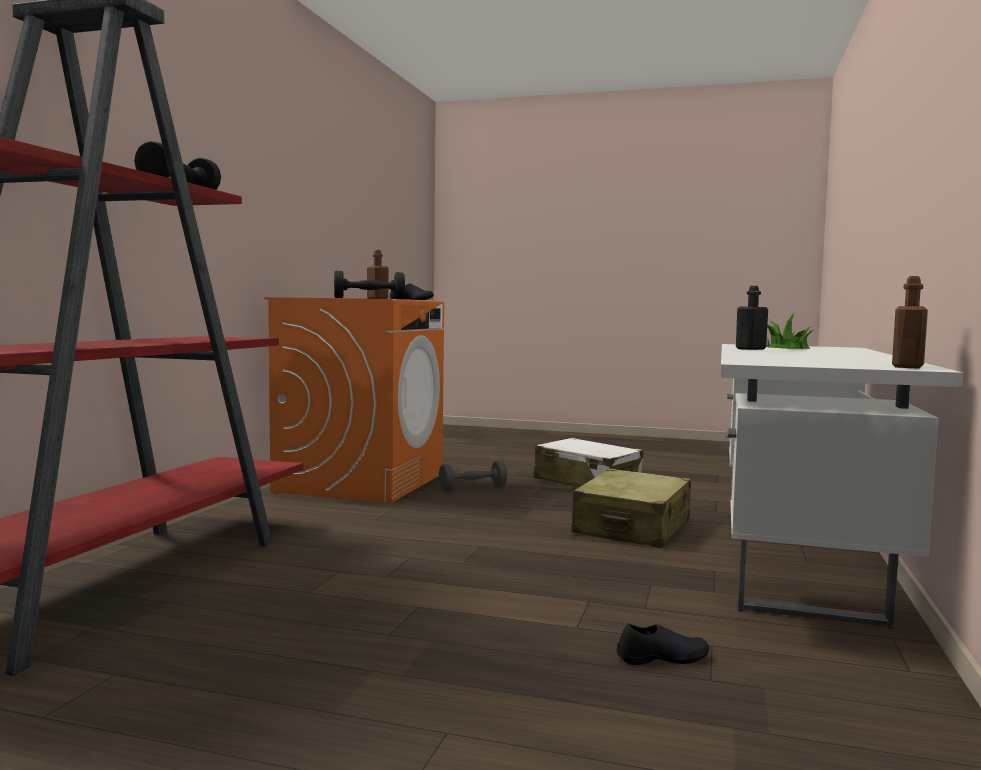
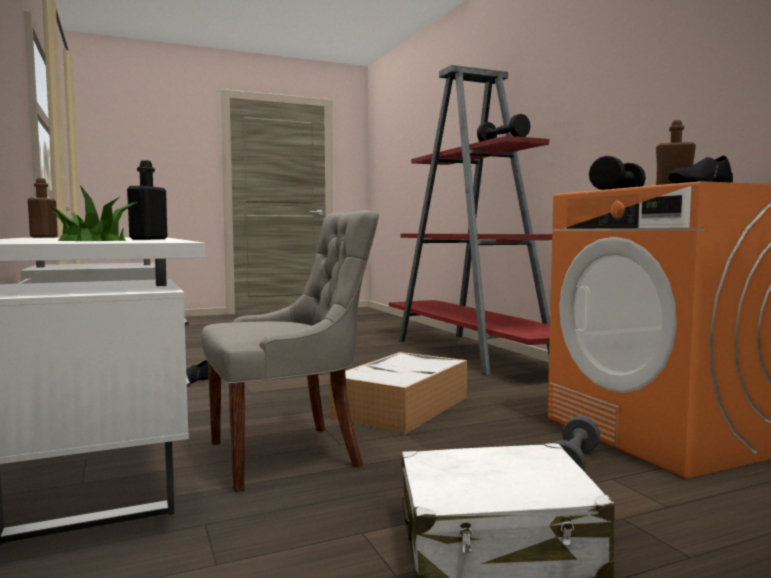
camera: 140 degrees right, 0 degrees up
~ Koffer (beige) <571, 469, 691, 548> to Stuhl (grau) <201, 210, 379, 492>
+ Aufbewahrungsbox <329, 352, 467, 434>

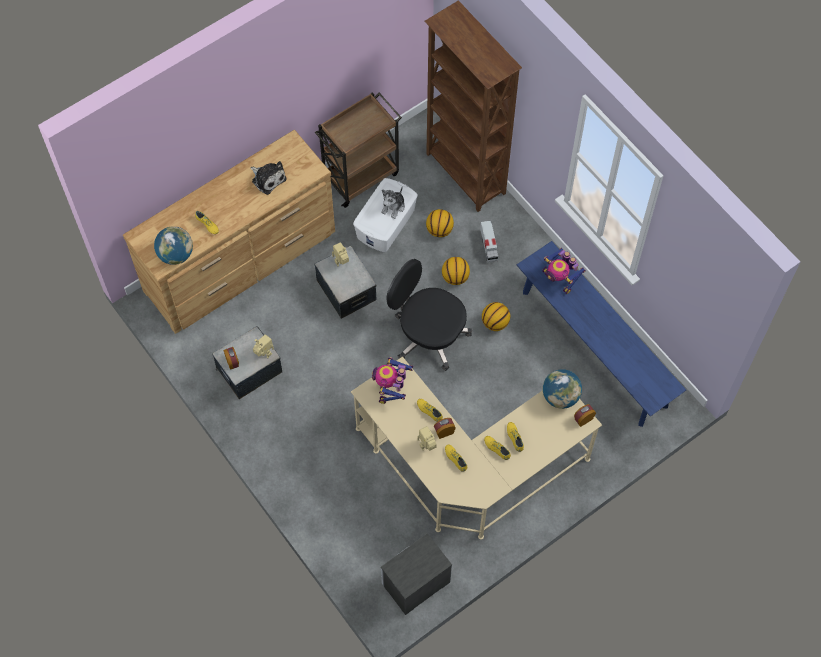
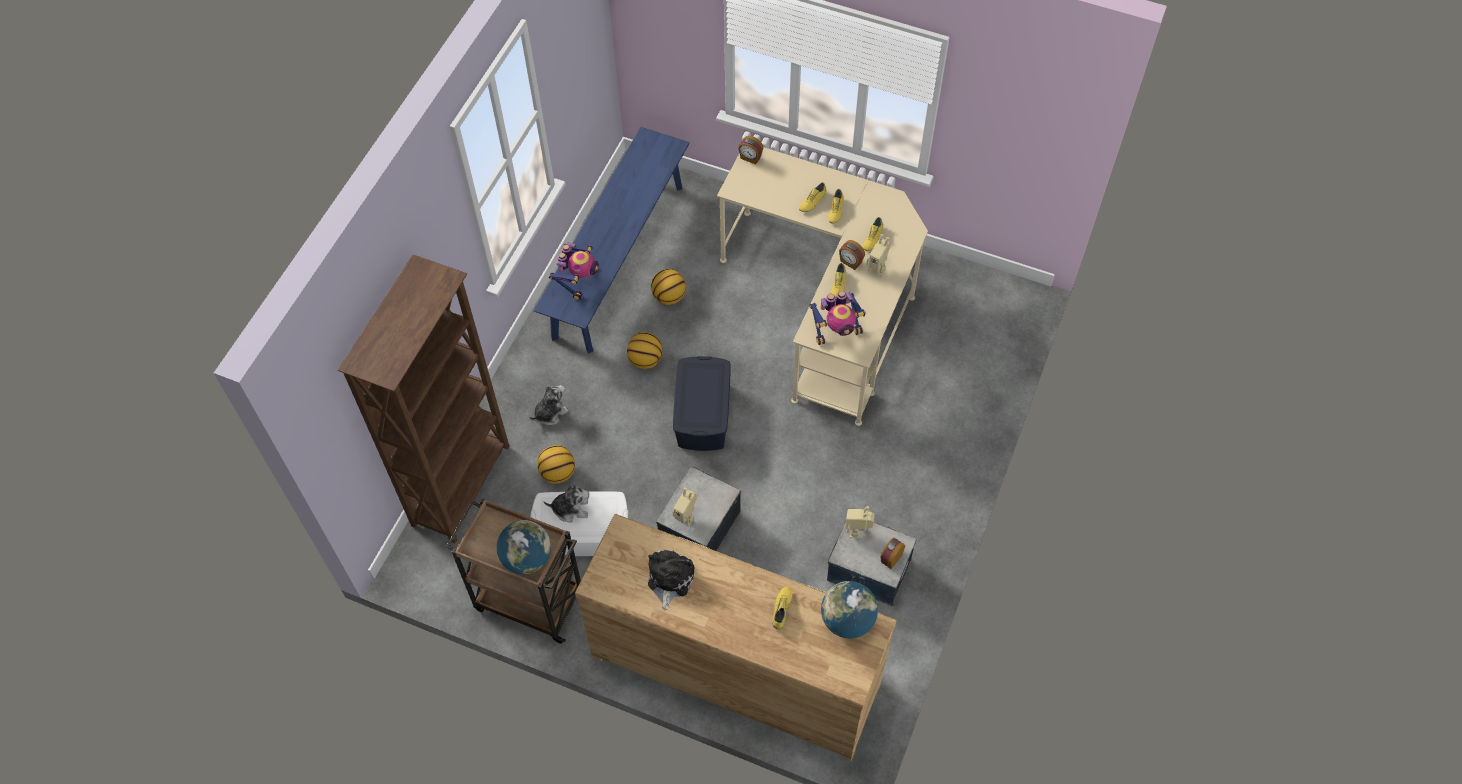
camera: 120 degrees left, 5 degrees down
- Nachttisch <381, 533, 452, 615>
~ Bürostuhl (schwarz) <386, 259, 472, 371> to Aufbewahrungsbox (blau) <673, 356, 731, 451>
~ Basketball <442, 257, 470, 285> to <651, 269, 686, 305>
~ Spielzeuglaster <480, 221, 498, 263> to Plüschtier <529, 385, 569, 425>
~ Globus <543, 369, 582, 409> to <497, 520, 551, 574>

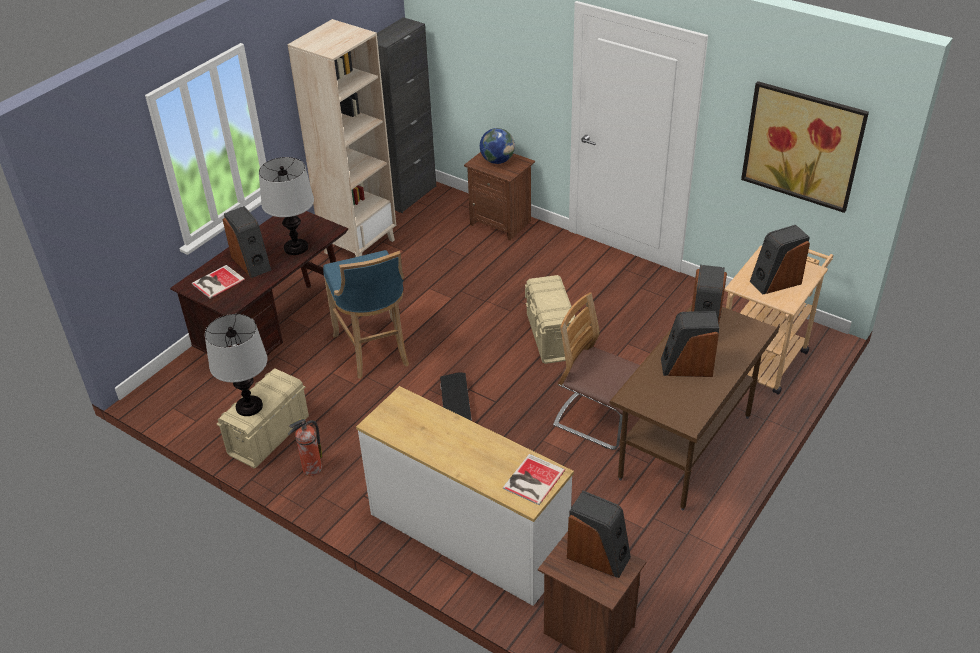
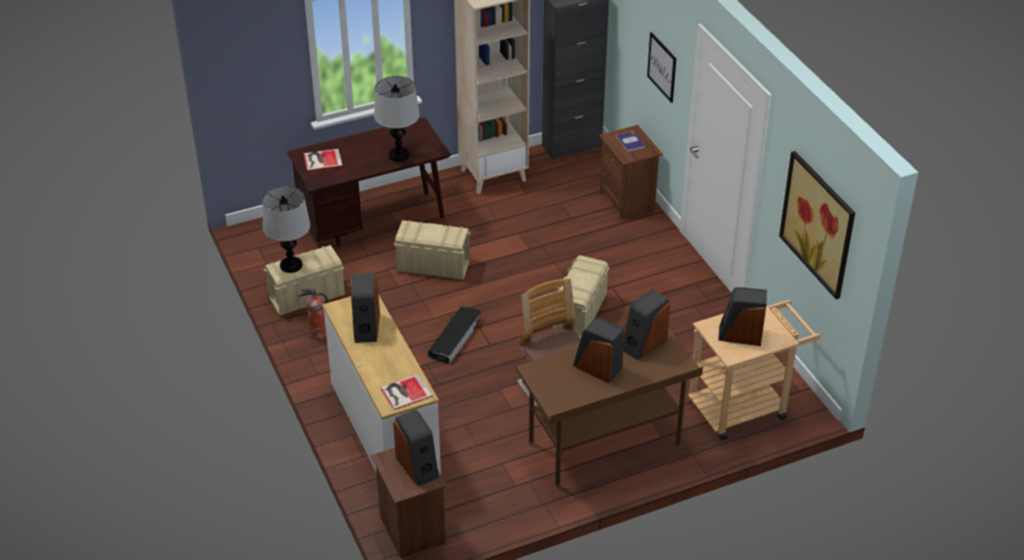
camera: 30 degrees right, 0 degrees up
~ Lautsprecher <223, 206, 271, 278> to <350, 273, 380, 343>
~ Hocker (blau) <323, 250, 409, 379> to Aufbewahrungsbox (beige) <394, 220, 471, 280>
~ Globus <480, 128, 515, 164> to Buch <615, 131, 645, 152>
+ Bild <647, 32, 676, 103>

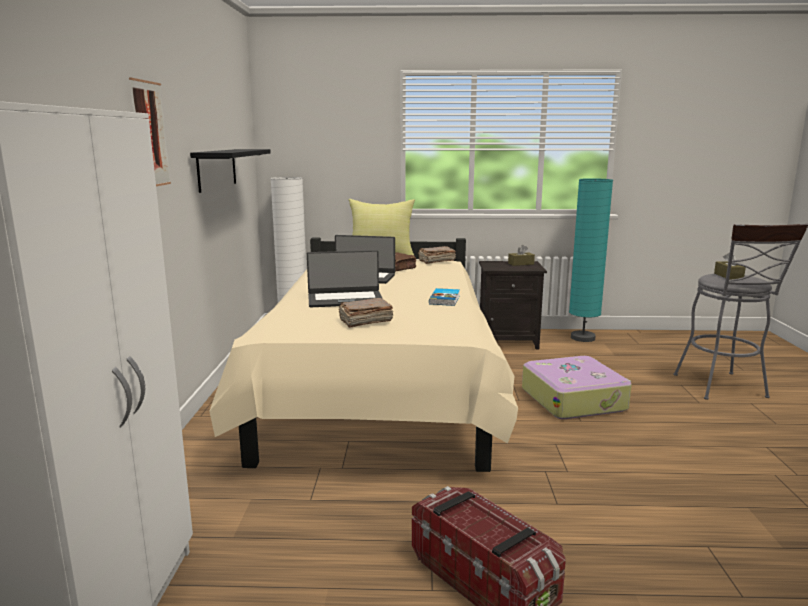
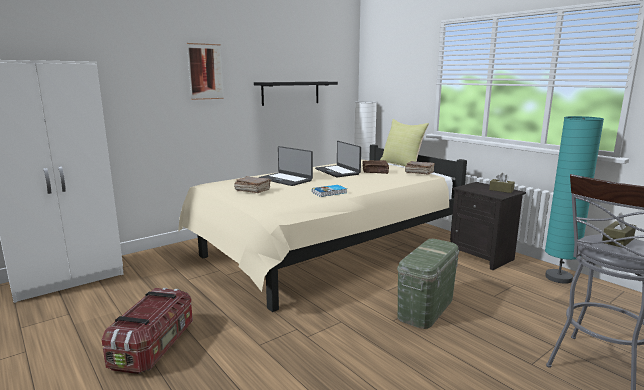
camera: 50 degrees right, 0 degrees up
~ Koffer <522, 356, 632, 419> to Aufbewahrungsbox (grün) <397, 239, 459, 329>

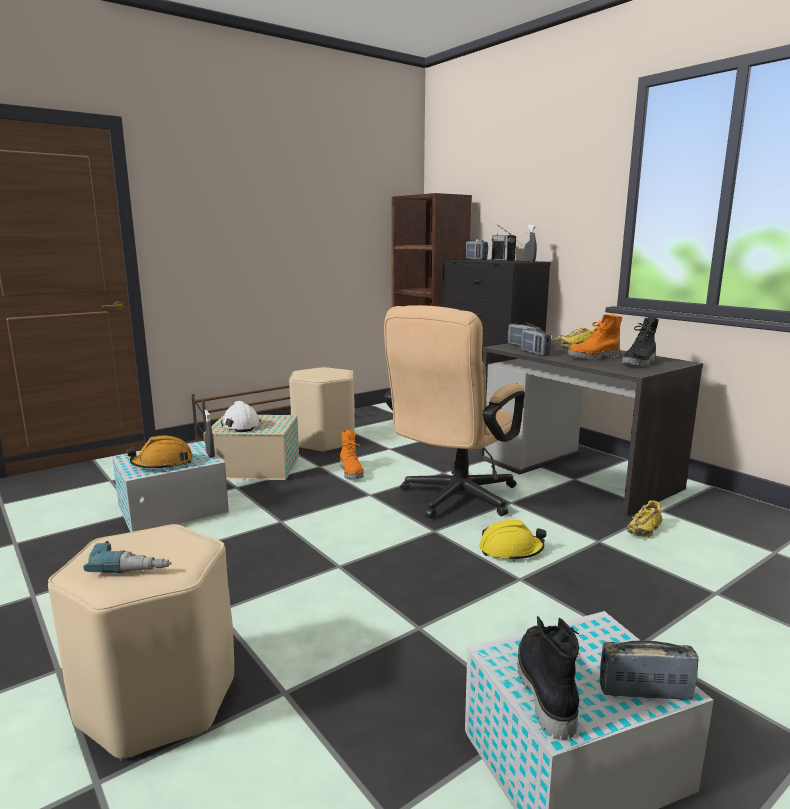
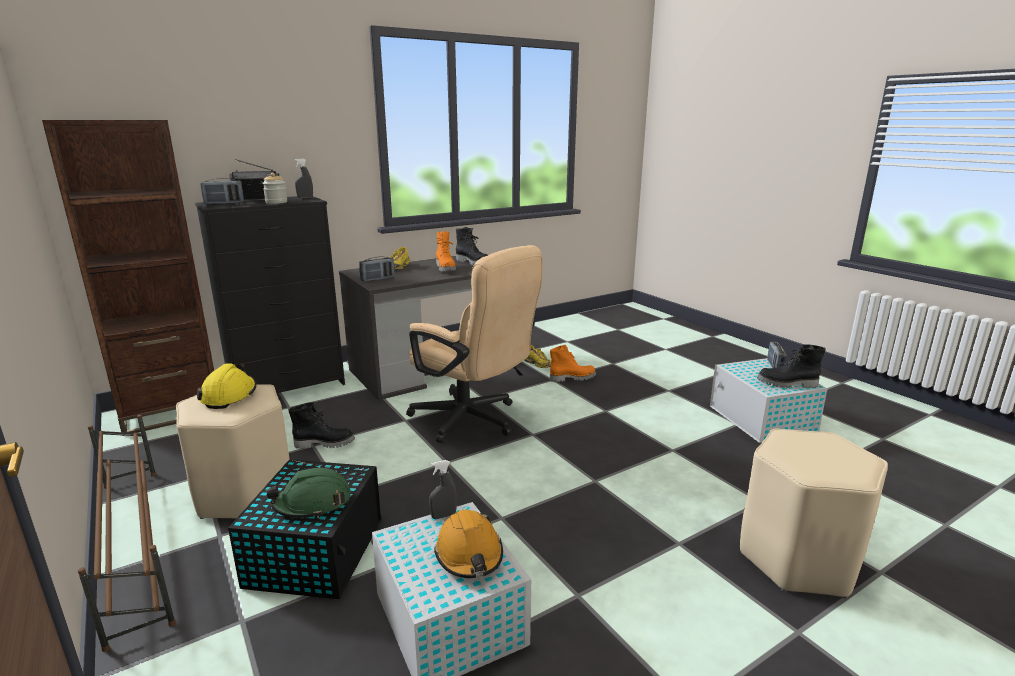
camera: 85 degrees left, 5 degrees up
- Bohrmaschine <84, 541, 172, 573>
~ Aufbewahrungsbox (beige) <203, 414, 299, 480> to Aufbewahrungsbox (schwarz) <228, 459, 381, 599>
~ Schutzhelm (weiß) <221, 401, 261, 432> to Schutzhelm (grün) <266, 468, 351, 518>
~ Stiefel (orange) <340, 430, 364, 479> to <550, 345, 596, 382>
~ Schutzhelm (gelb) <479, 520, 546, 562> to <197, 364, 257, 409>
- Radio <521, 328, 551, 356>
+ Vorratsglas <262, 173, 287, 204>
+ Stiefel (schwarz) <288, 402, 355, 449>

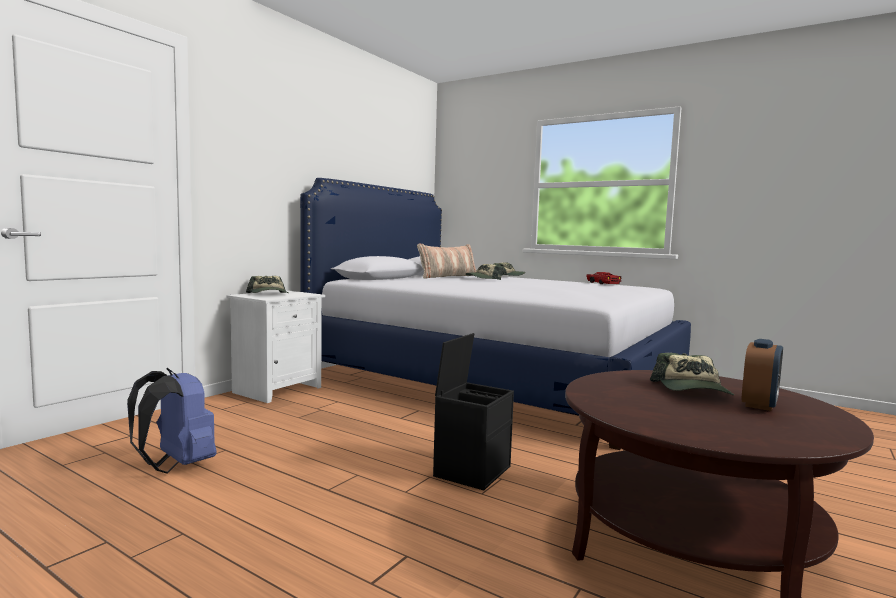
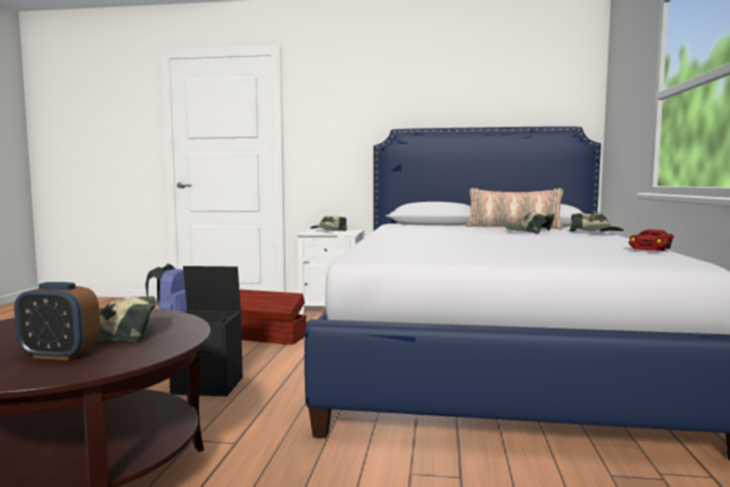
camera: 65 degrees right, 0 degrees up
+ Aufbewahrungsbox (braun) <239, 290, 306, 345>

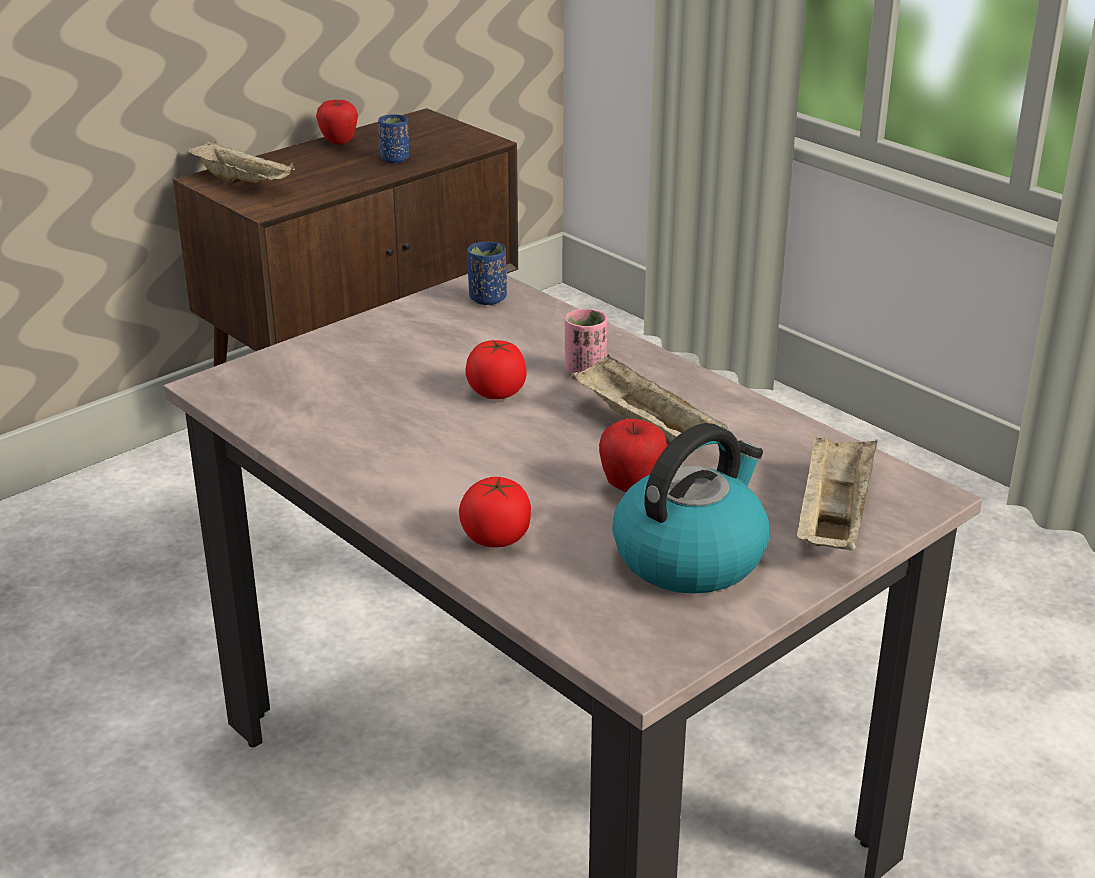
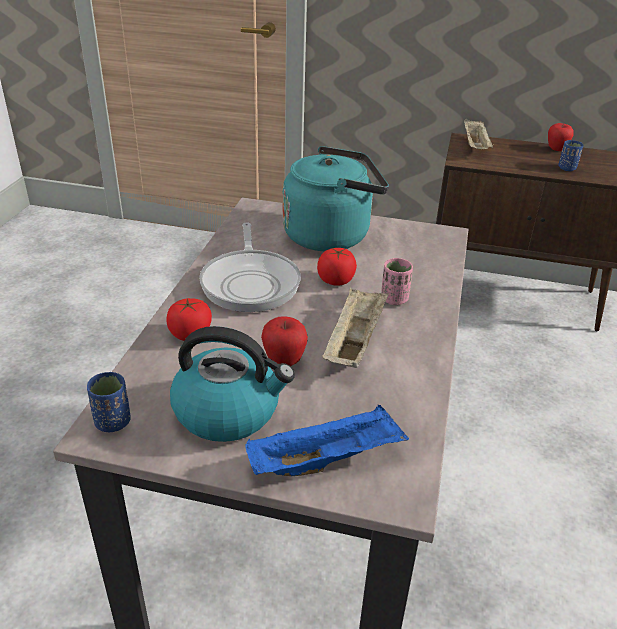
camera: 55 degrees right, 5 degrees up
~ Tasse (blau) <467, 242, 507, 305> to <87, 372, 131, 432>
~ Tablett (beige) <796, 434, 877, 551> to Tablett (blau) <245, 405, 409, 476>
+ Pfanne <199, 222, 301, 312>
+ Wasserkessel (türkis) <282, 146, 389, 251>

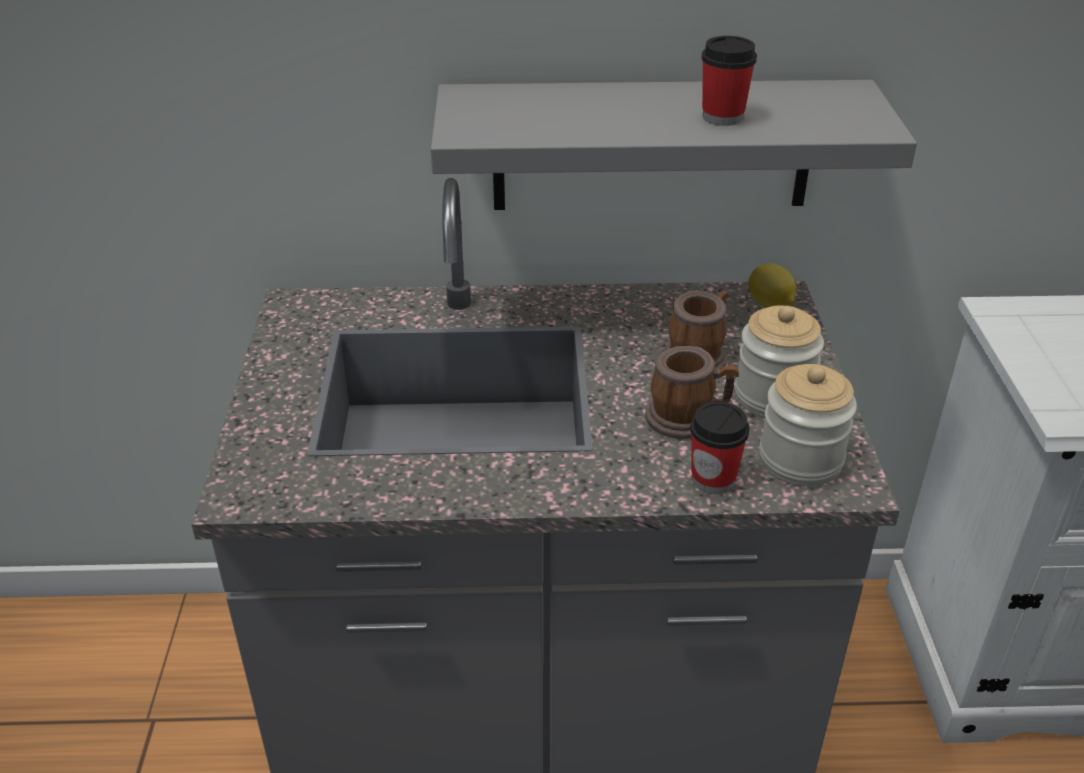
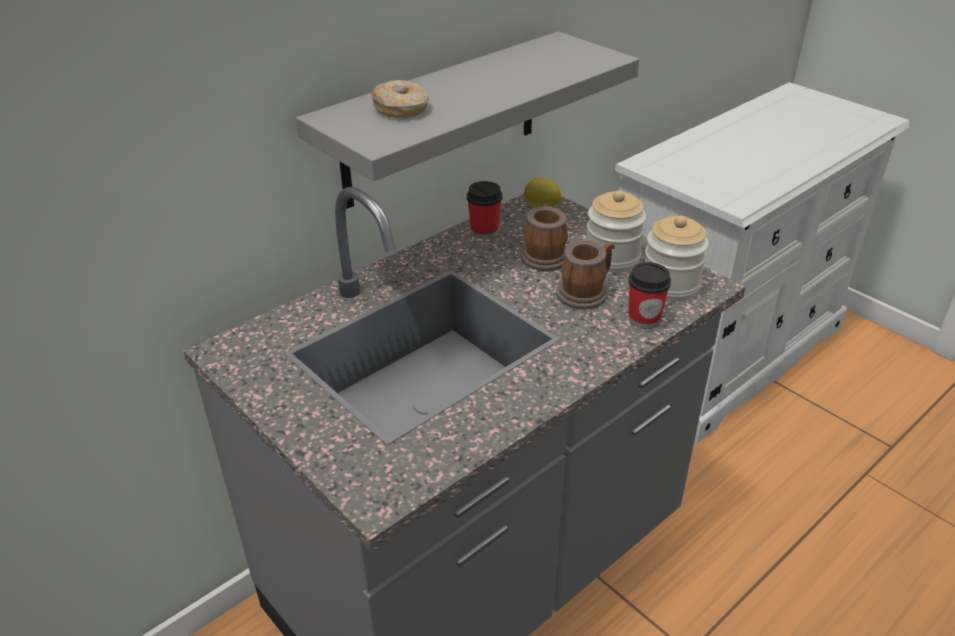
camera: 40 degrees left, 0 degrees up
~ Tasse <701, 36, 757, 126> to <467, 181, 502, 239>
+ Donut <371, 80, 429, 118>

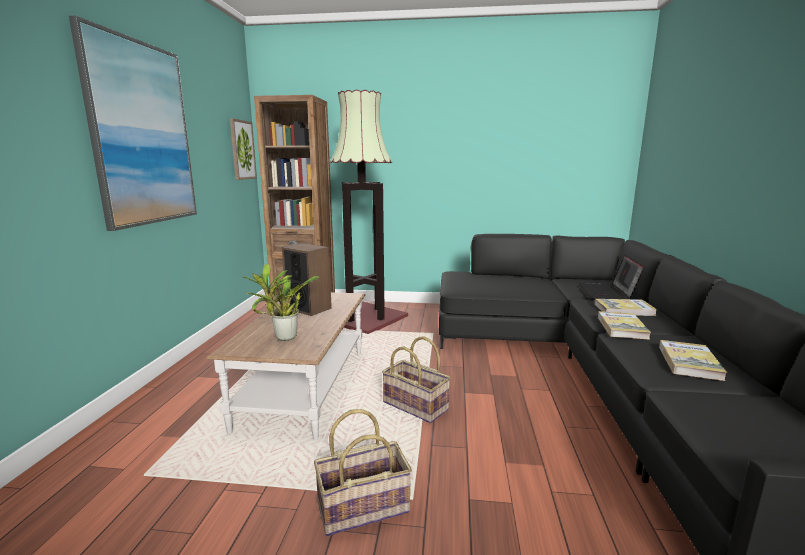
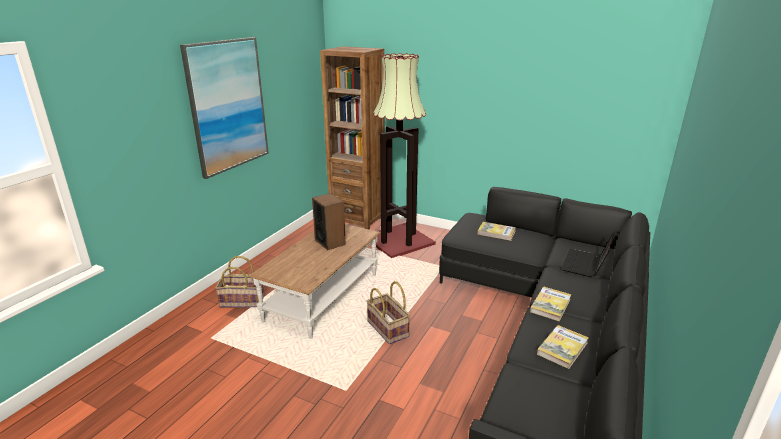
camera: 20 degrees right, 10 degrees up
- Bild <230, 118, 257, 180>
- Topfpflanze <243, 264, 319, 341>
~ Korb <314, 409, 412, 536> to <215, 256, 264, 308>
~ Buch <595, 299, 657, 316> to <478, 222, 516, 241>

